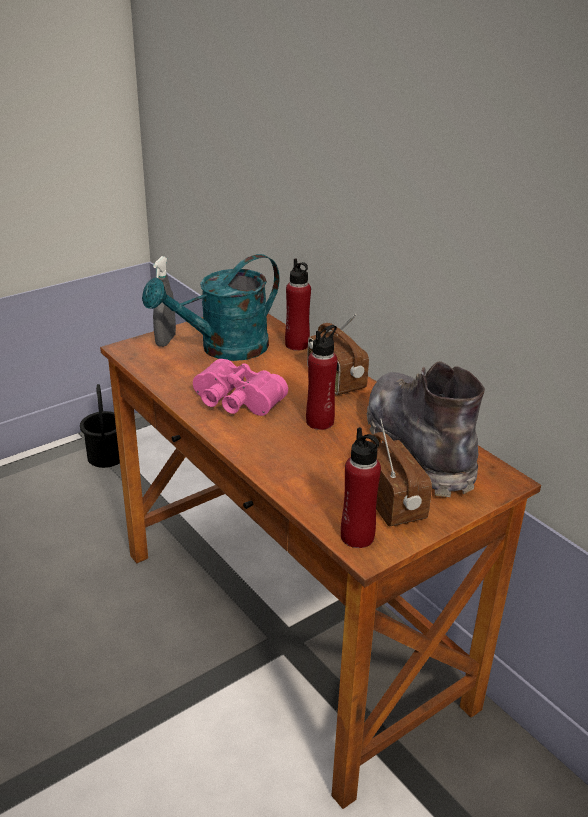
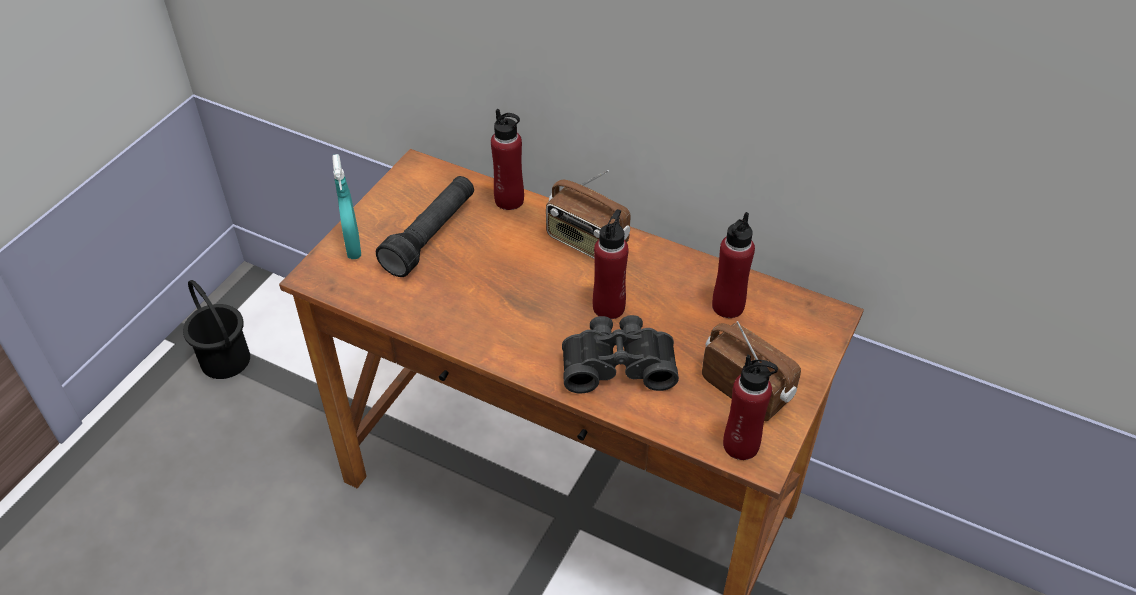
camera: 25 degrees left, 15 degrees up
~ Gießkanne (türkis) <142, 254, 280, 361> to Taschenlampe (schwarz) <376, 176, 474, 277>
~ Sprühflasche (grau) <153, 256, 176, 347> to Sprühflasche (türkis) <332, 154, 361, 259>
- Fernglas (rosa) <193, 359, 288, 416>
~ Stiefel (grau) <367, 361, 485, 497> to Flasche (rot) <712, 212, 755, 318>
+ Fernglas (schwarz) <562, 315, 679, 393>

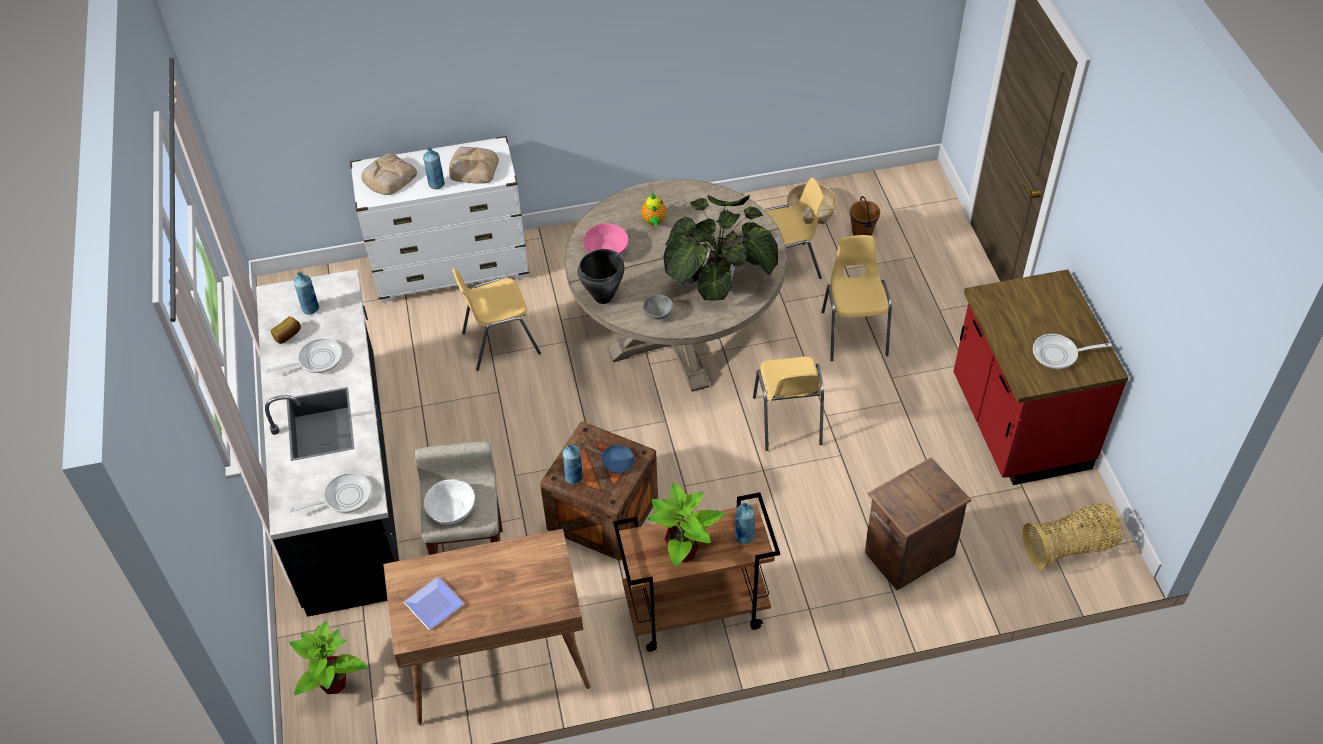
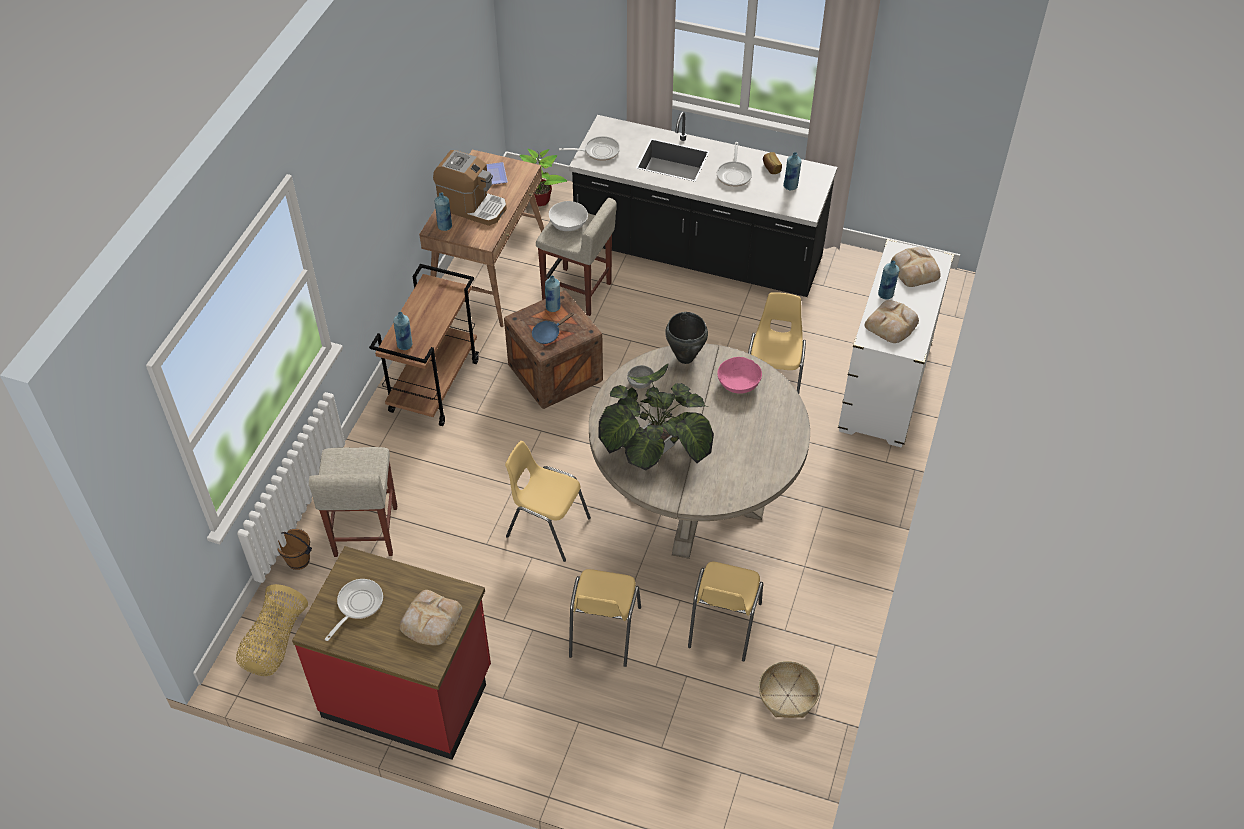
camera: 120 degrees right, 0 degrees up
~ Pfanne <289, 473, 372, 513> = <559, 136, 620, 161> 105 degrees counterclockwise
- Teekanne <641, 192, 666, 226>
- Topfpflanze <647, 483, 725, 566>
~ Stuhl (gelb) <821, 235, 892, 361> = <569, 569, 641, 667> 75 degrees clockwise
~ Eimer (braun) <850, 196, 880, 236> to <277, 529, 312, 570>
~ Kiste <865, 458, 971, 590> to Hocker (beige) <309, 447, 397, 557>
+ Brot <399, 590, 462, 645>
+ Kaffeemaschine <433, 150, 507, 226>
+ Flasche (blau) <435, 192, 452, 231>

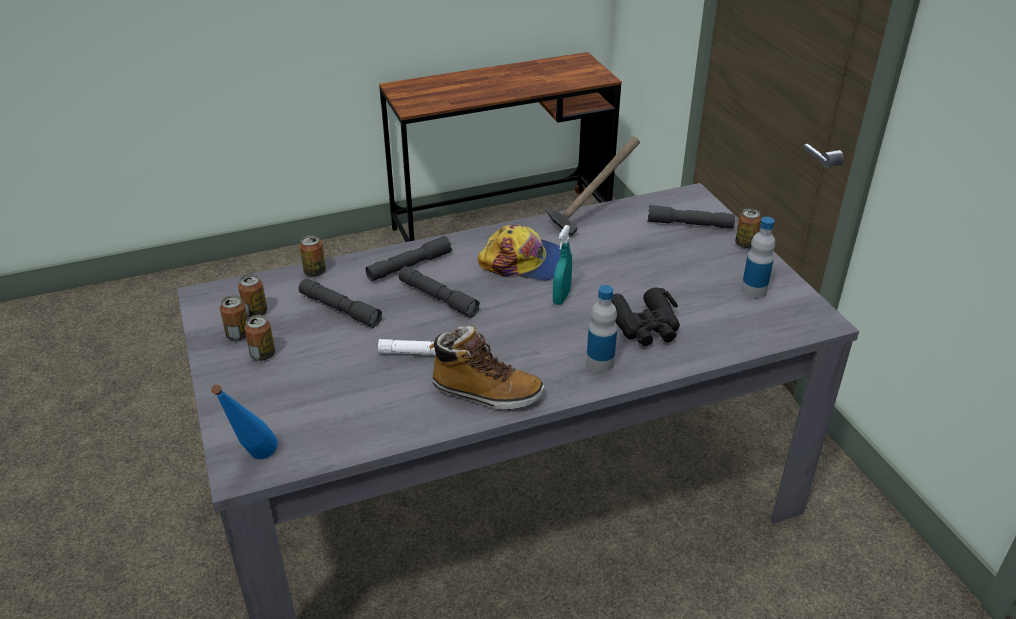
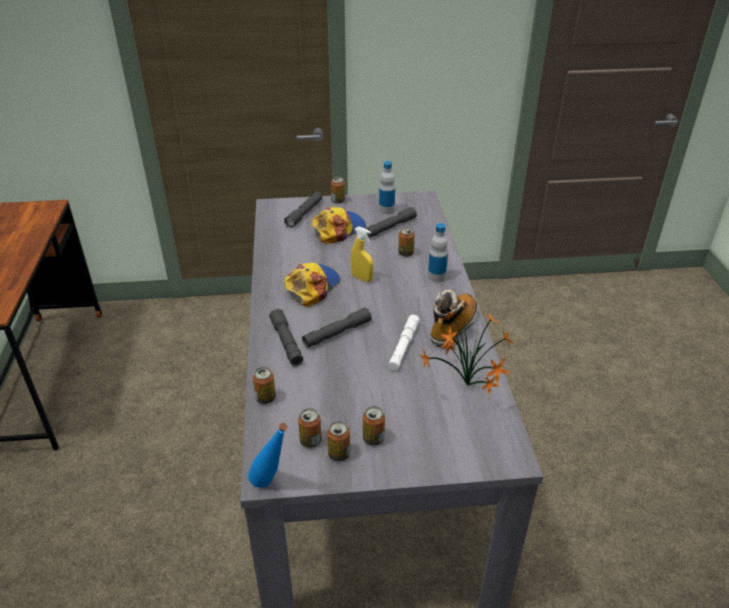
camera: 75 degrees left, 0 degrees up
~ Flasche (blau) <211, 385, 278, 459> to <248, 423, 288, 488>
~ Taschenlampe (grau) <299, 279, 382, 328> to <365, 207, 417, 238>
- Hammer <545, 136, 640, 236>
~ Sprühflasche (türkis) <553, 225, 572, 305> to Sprühflasche (gelb) <351, 227, 374, 282>
~ Fernglas (schwarz) <611, 287, 680, 346> to Dose <398, 227, 415, 257>
+ Kappe <312, 206, 366, 244>
+ Topfpflanze <419, 308, 513, 395>

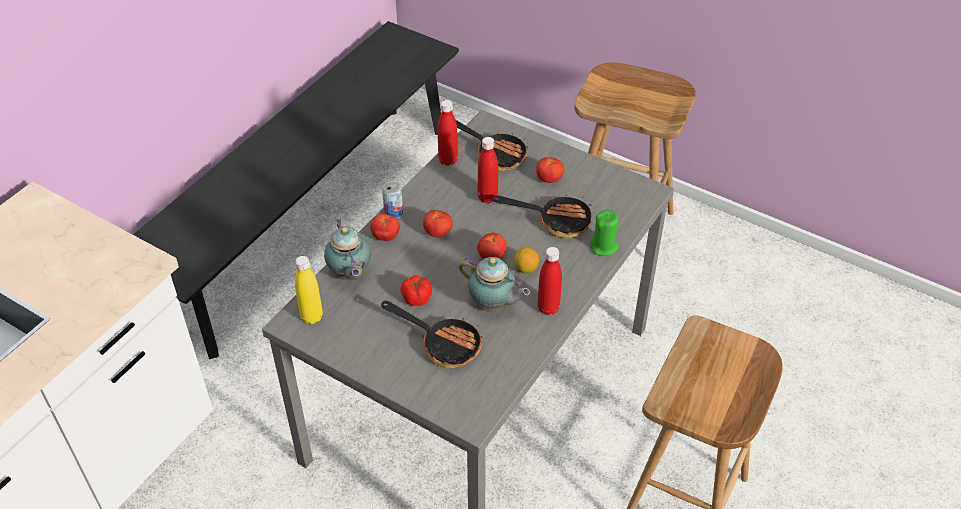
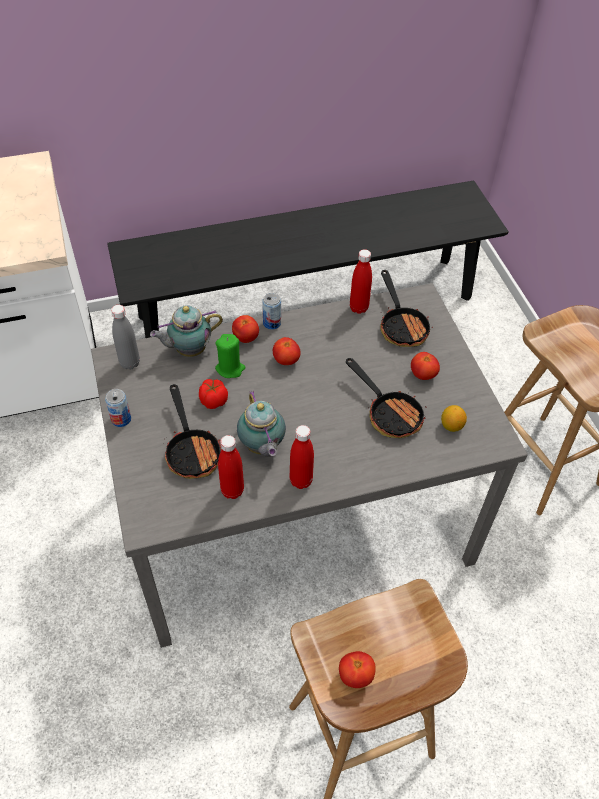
camera: 40 degrees right, 5 degrees up
~ Flasche (gelb) <295, 256, 323, 324> to Flasche (grau) <111, 305, 140, 370>
~ Teekanne <324, 219, 371, 280> = <150, 305, 223, 357> 45 degrees clockwise
~ Tomate <477, 233, 507, 259> to <339, 651, 376, 688>
~ Flasche (rot) <478, 137, 498, 203> to <218, 435, 244, 499>
~ Zitrone <514, 247, 539, 274> to <441, 405, 467, 432>
~ Kerze (grün) <590, 210, 619, 256> to <215, 334, 246, 378>
+ Dose <105, 389, 131, 427>

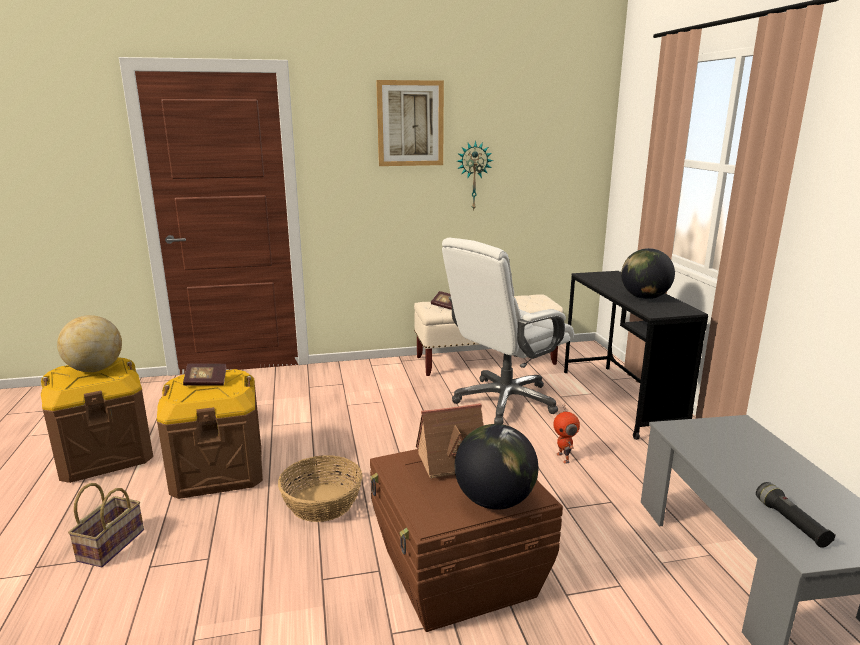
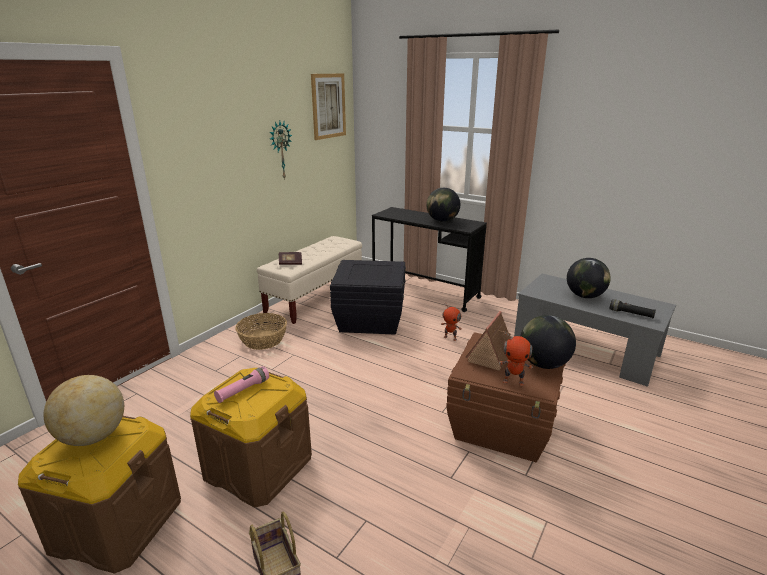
camera: 45 degrees left, 5 degrees up
~ Buch <183, 363, 226, 386> to Taschenlampe (rosa) <214, 366, 269, 403>
~ Korb <278, 455, 363, 522> to <235, 313, 287, 350>
~ Bild <376, 80, 444, 166> to <311, 73, 346, 140>
~ Bürostuhl (weiß) <442, 238, 574, 424> to Aufbewahrungsbox (schwarz) <330, 260, 406, 335>
+ Spielzeugroboter <499, 331, 533, 386>
+ Globus <567, 258, 611, 298>

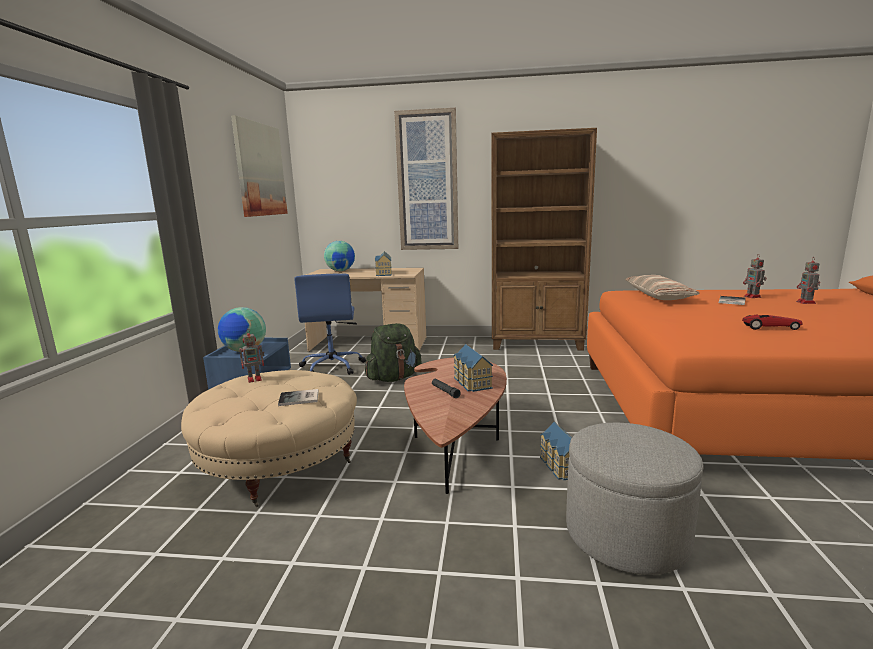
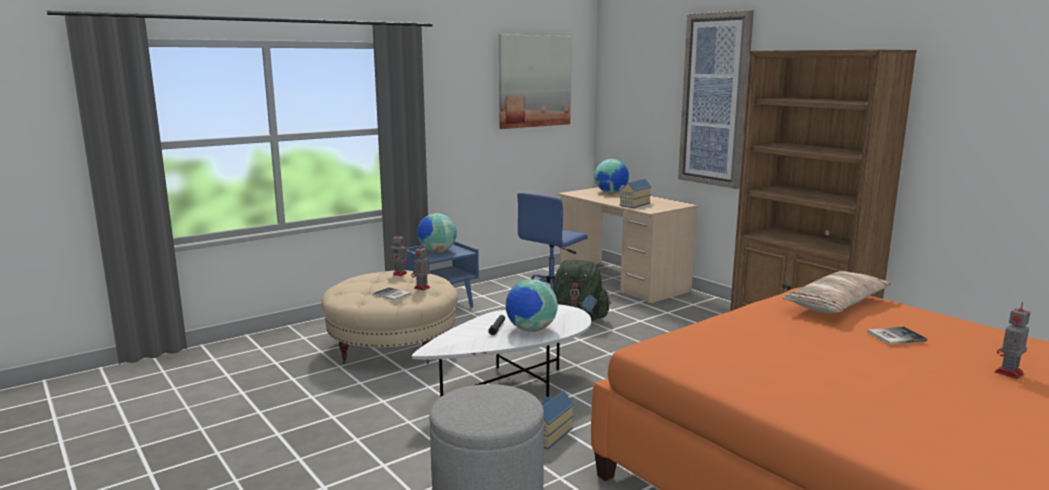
camera: 45 degrees right, 0 degrees up
~ Couchtisch (braun) <404, 357, 507, 494> to Couchtisch (weiß) <412, 304, 591, 397>
~ Spielzeughaus <453, 344, 493, 392> to Globus <505, 279, 558, 332>
- Spielzeugauto <742, 314, 803, 330>
~ Spielzeugroboter <743, 257, 767, 298> to <411, 243, 430, 291>

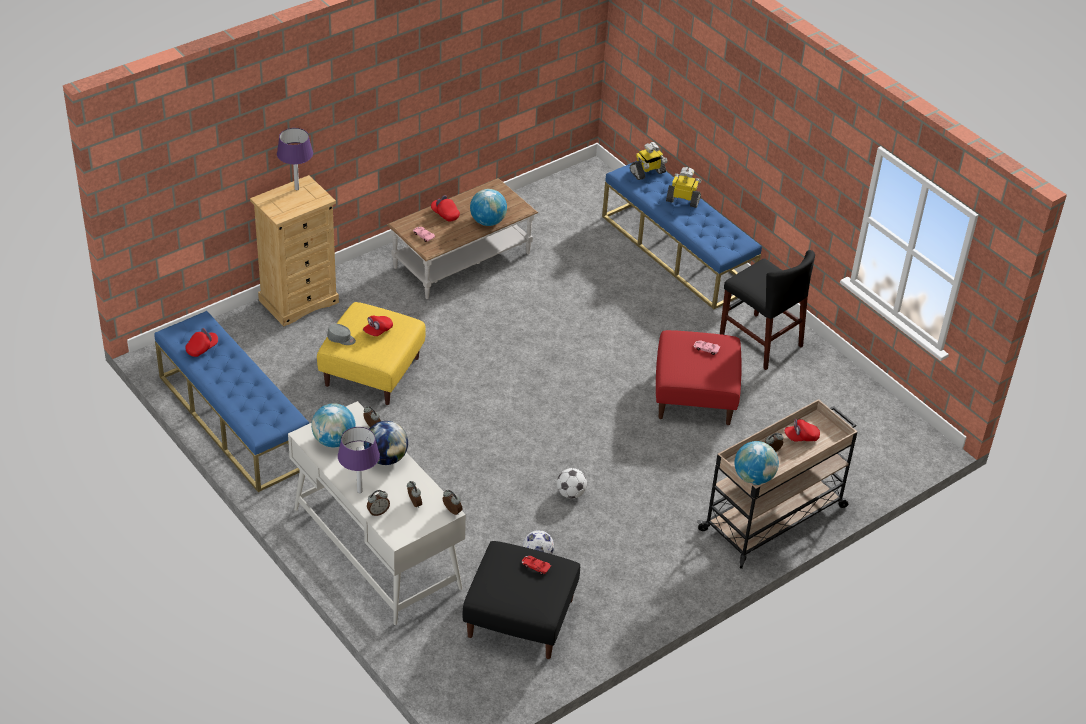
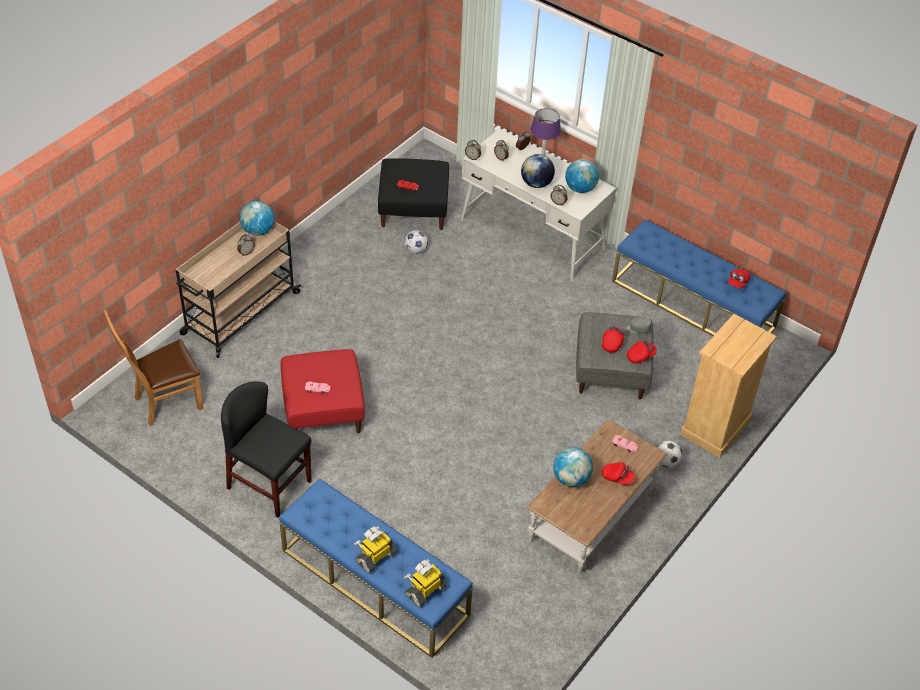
camera: 165 degrees right, 5 degrees up
- Tischlampe (lila) <277, 128, 313, 190>
~ Polsterhocker (gelb) <317, 302, 426, 405> to Polsterhocker (grau) <576, 312, 654, 399>
~ Fußball <557, 468, 587, 498> to <657, 441, 683, 468>
~ Spielzeugroboter <666, 167, 701, 208> = <354, 526, 397, 573> 135 degrees clockwise
~ Kappe (rot) <784, 419, 820, 441> to <627, 339, 657, 364>
+ Stuhl (braun) <104, 310, 204, 426>

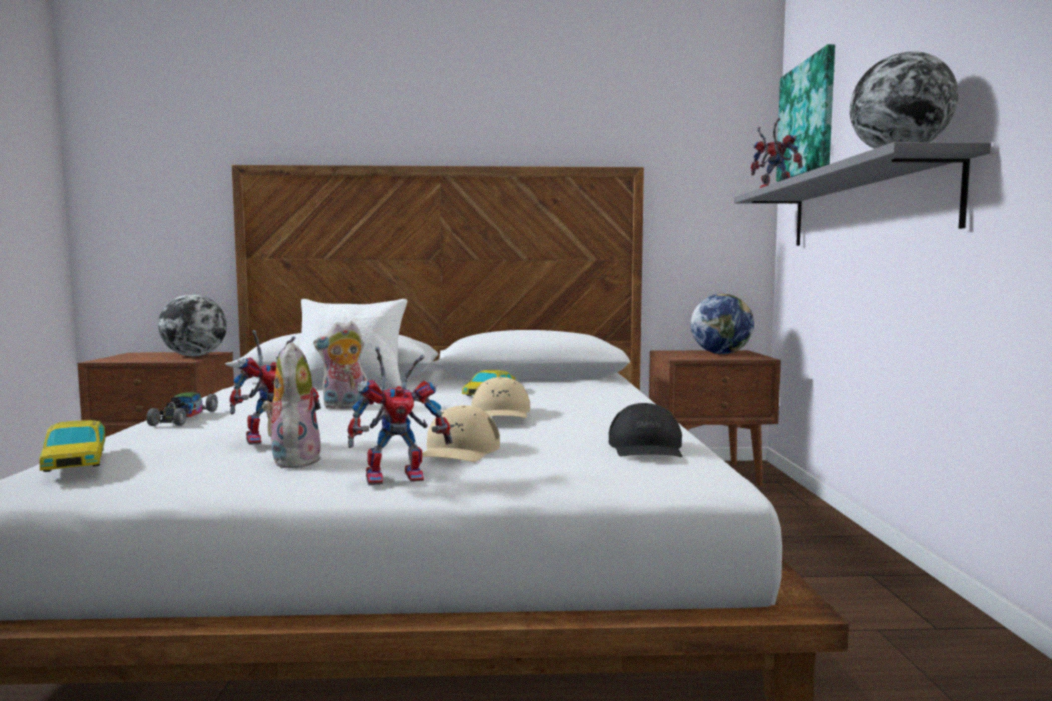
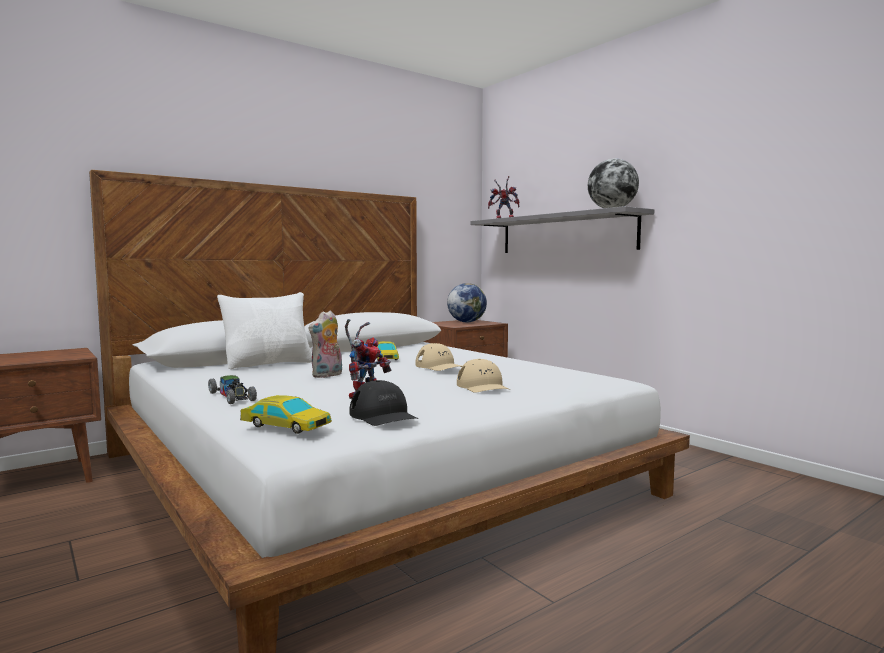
camera: 35 degrees left, 0 degrees up
- Globus <158, 294, 227, 356>
- Plüschtier <262, 342, 321, 469>
- Spielzeugroboter <347, 347, 452, 485>
~ Kappe (schwarz) <609, 403, 683, 457> to <350, 380, 418, 426>
- Bild <776, 44, 835, 182>

